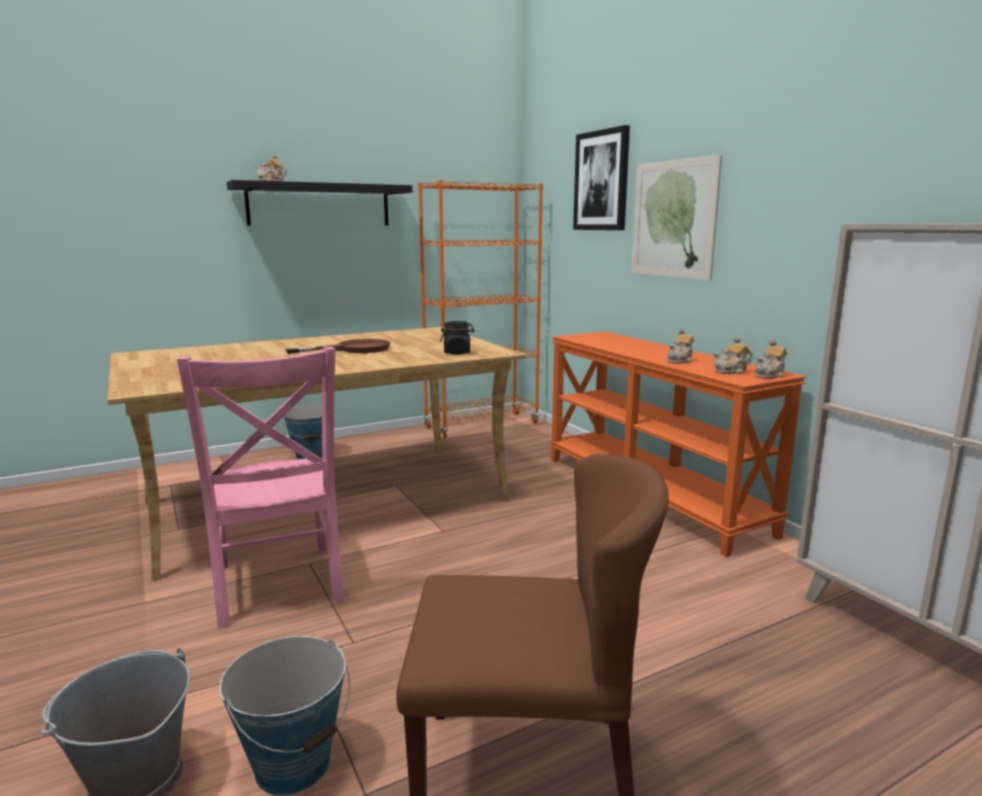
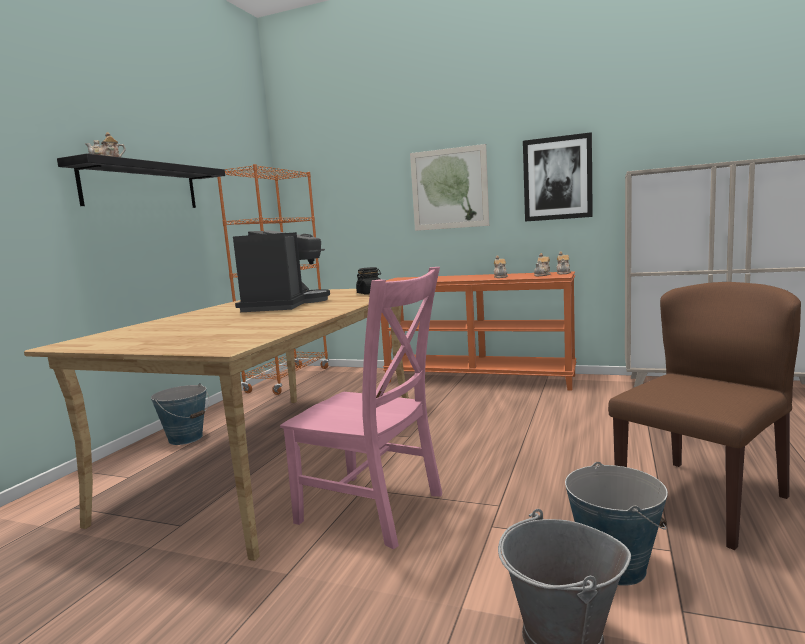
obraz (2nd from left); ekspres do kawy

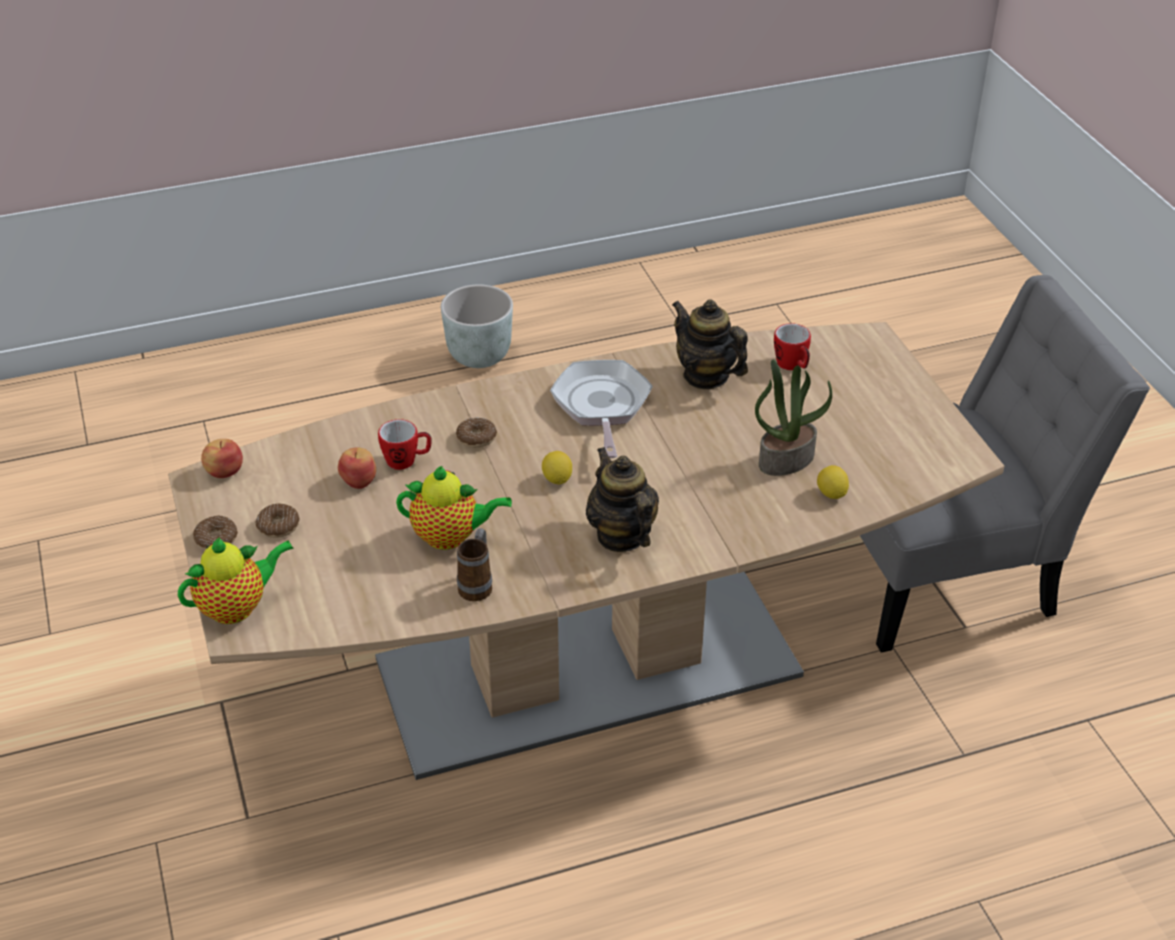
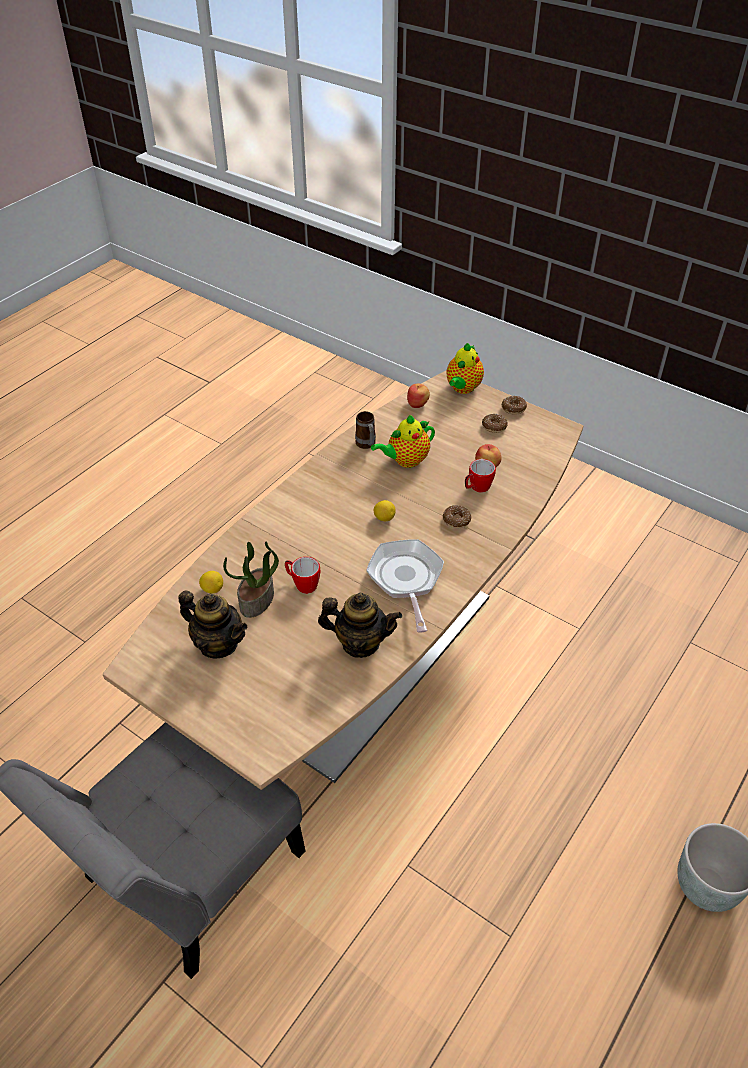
jabłko (1st from left); imbryk (1st from left); kubek (1st from left); patelnia

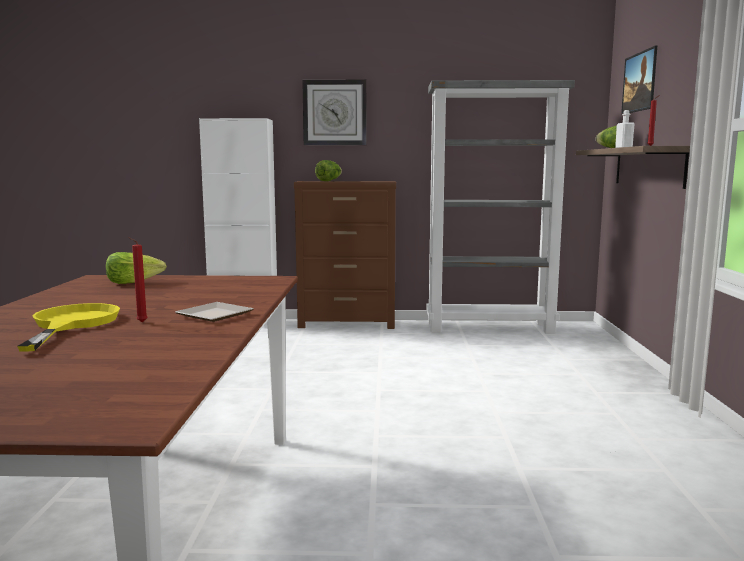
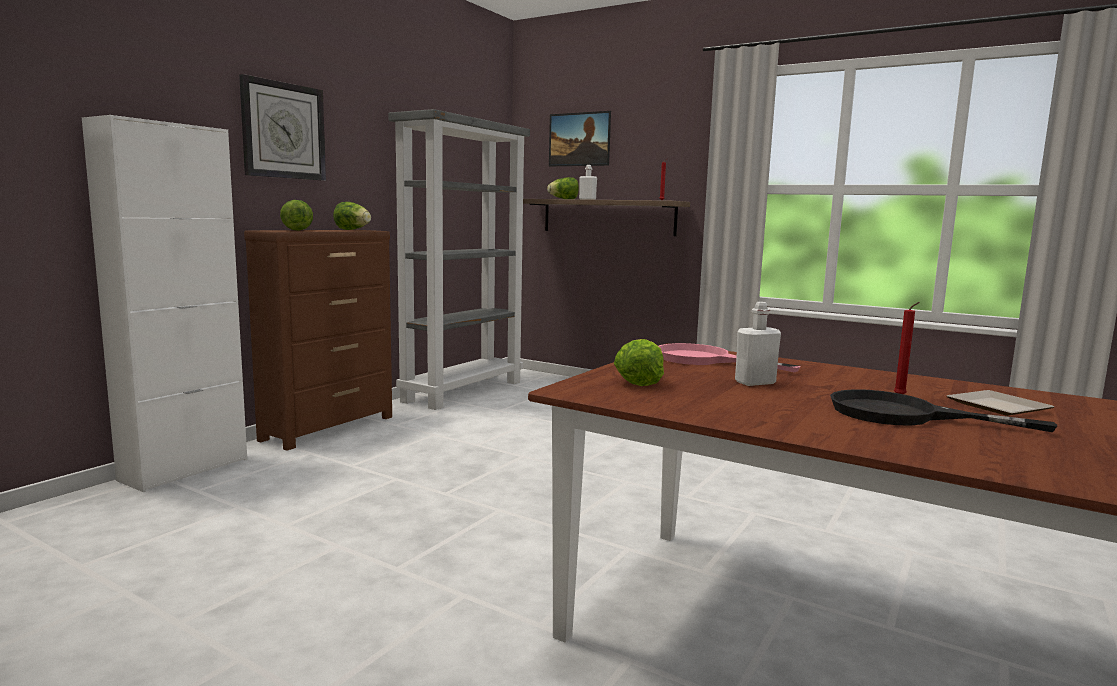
sałata (2nd from left); patelnia/różowy; butelka/biały (2nd from left); talerz; patelnia/czarny

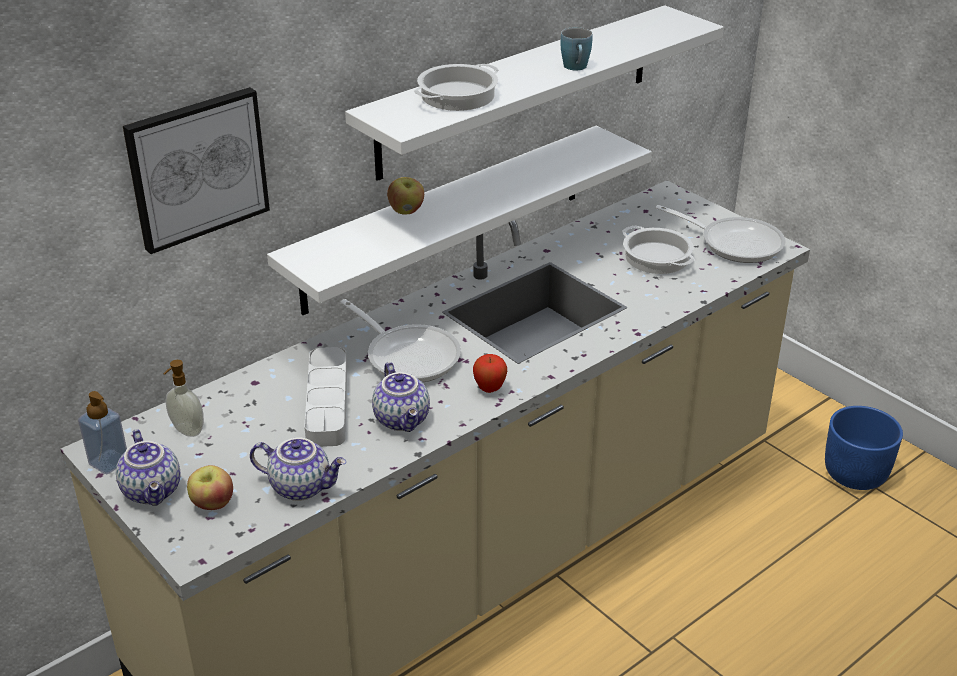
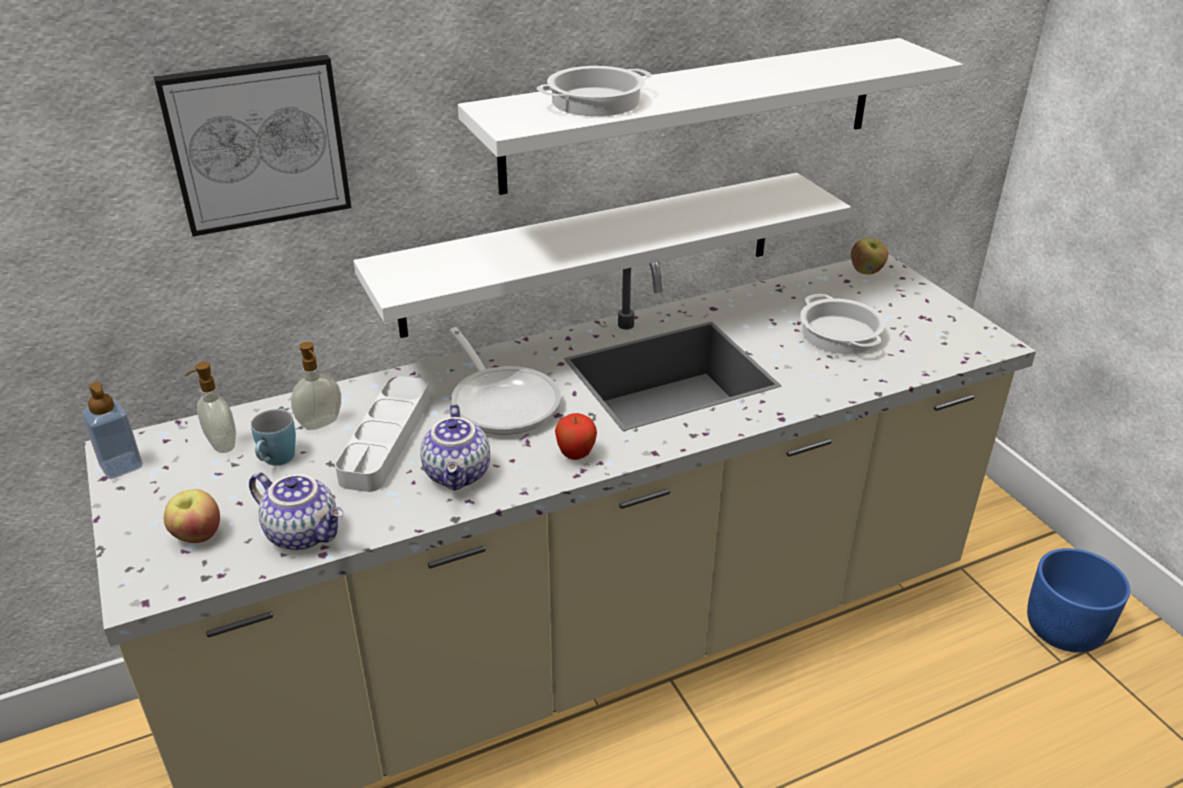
imbryk (1st from left in the first image); patelnia (2nd from left in the first image); dozownik mydła (3rd from left); jabłko (3rd from left); kubek/niebieski

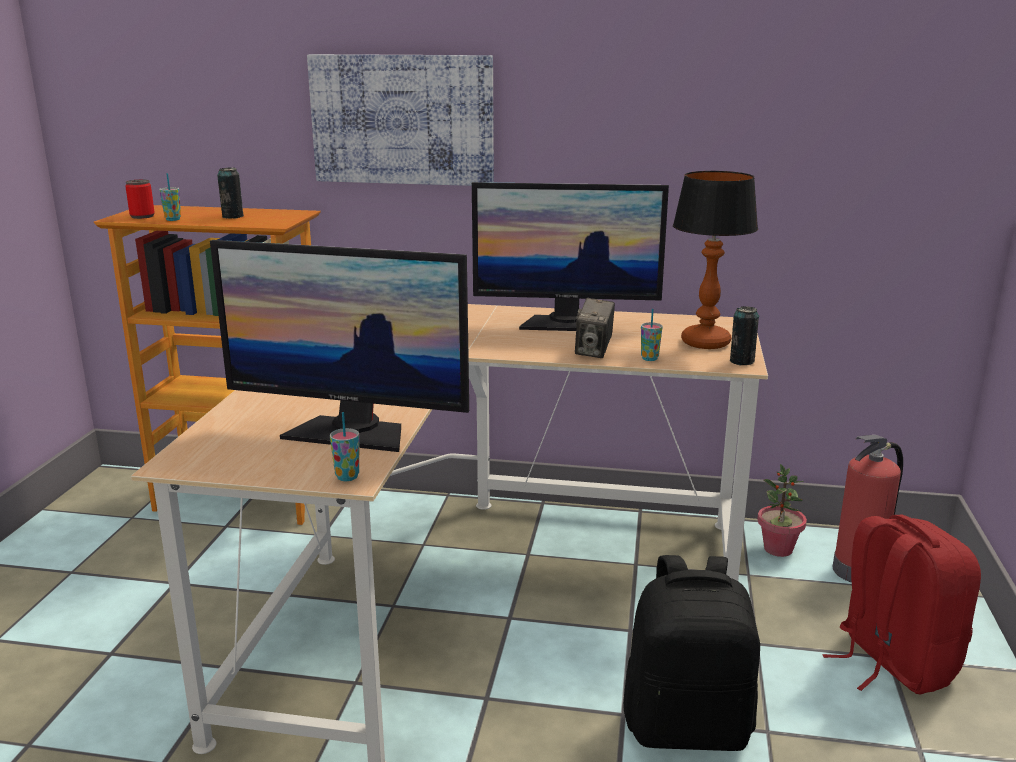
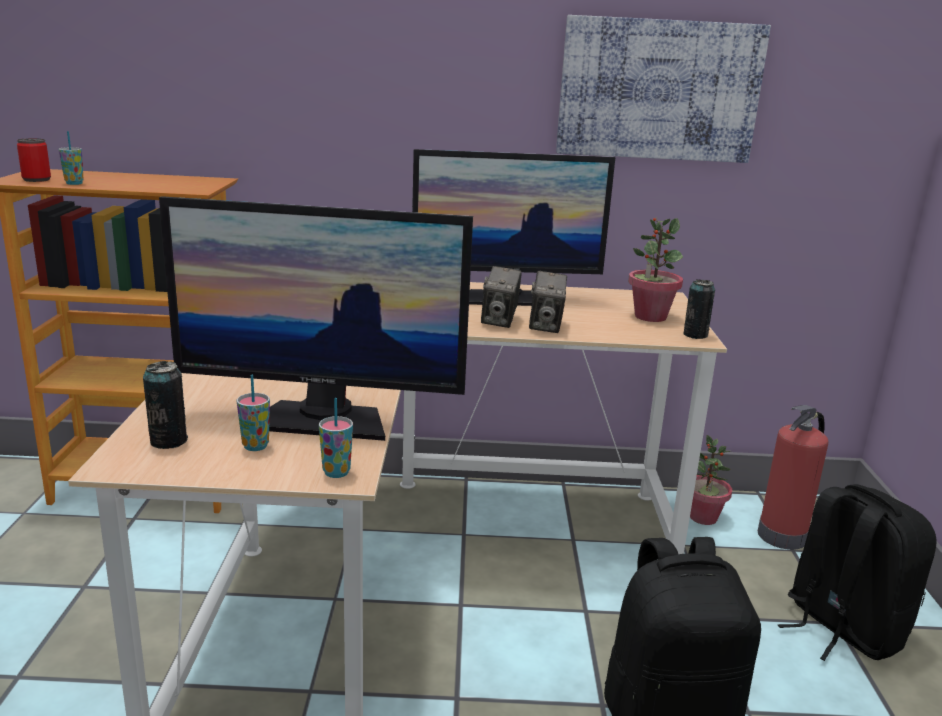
aparat fotograficzny (1st from left); puszka (2nd from left); obraz; filiżanka (2nd from left); roślina doniczkowa (1st from left); plecak/czarny (2nd from left)

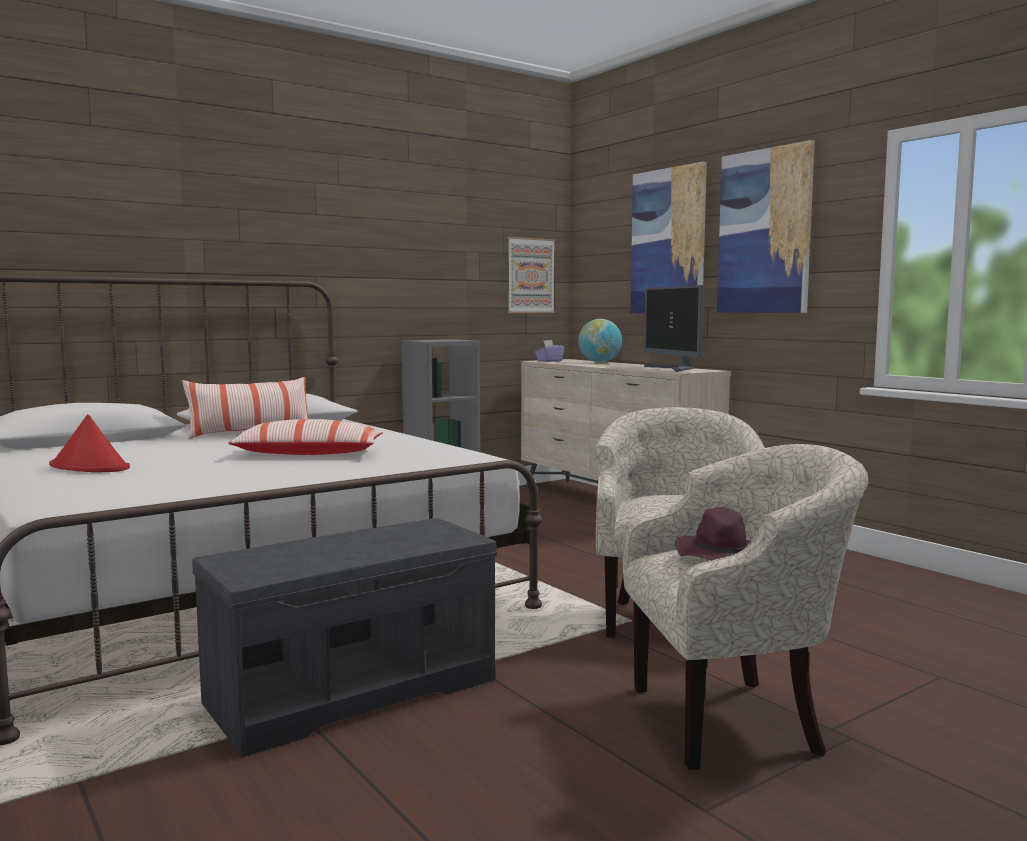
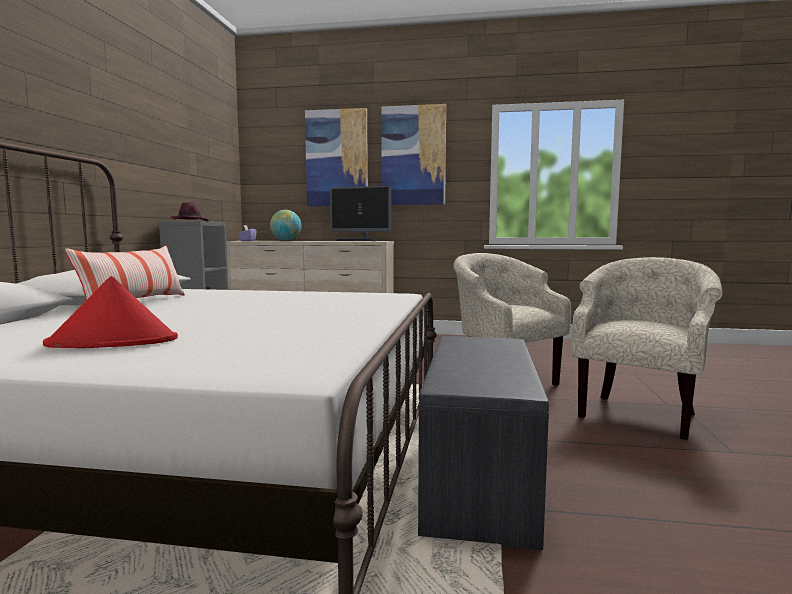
poduszka (2nd from left in the first image); obraz (1st from left in the first image); kapelusz/fioletowy

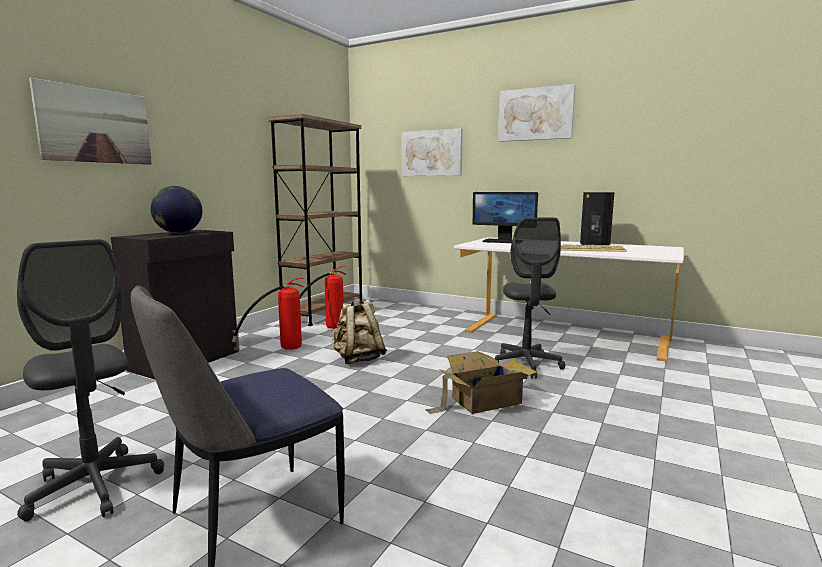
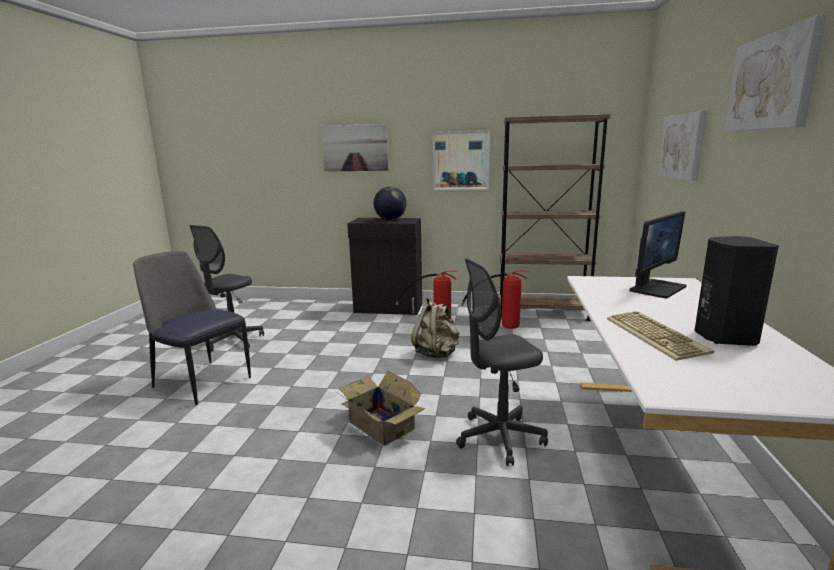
obraz (2nd from left); monitor

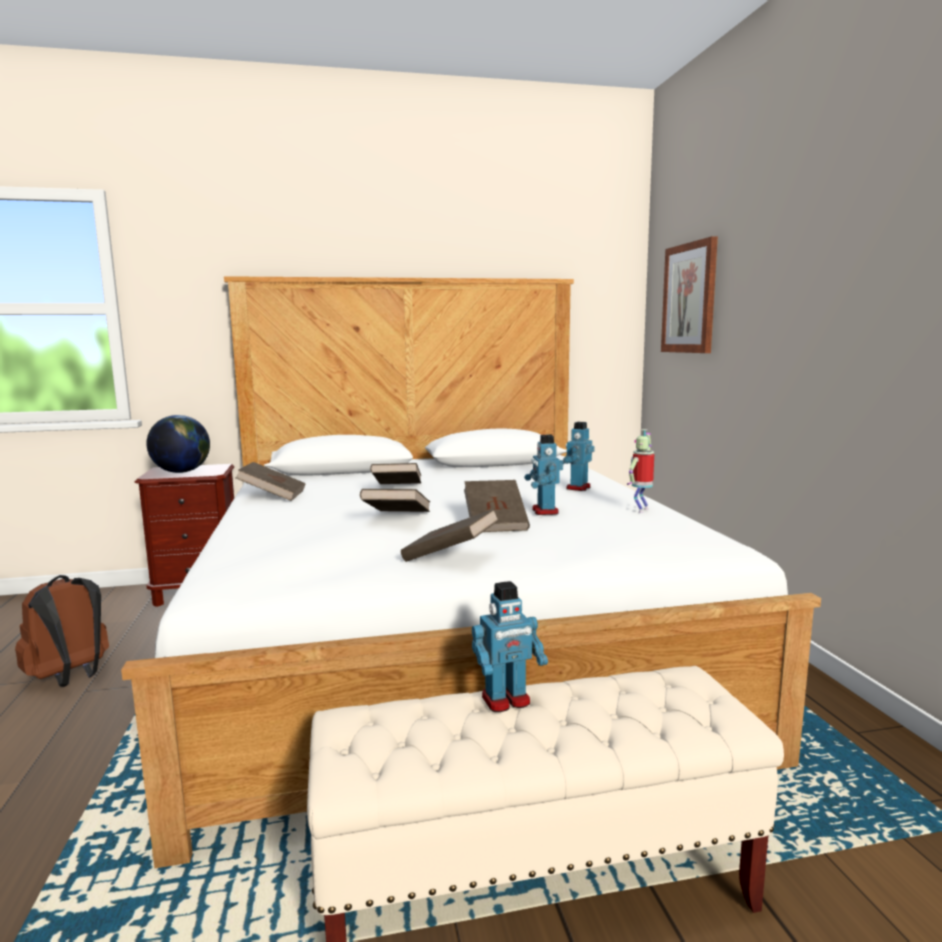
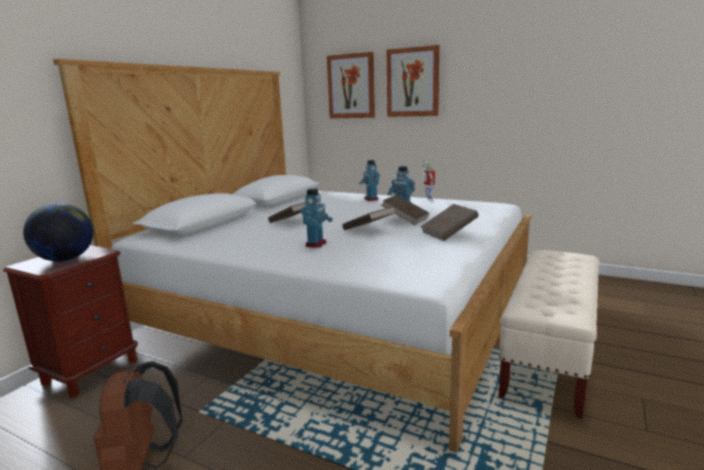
książka/brązowy (1st from left in the first image); obraz (2nd from left); robot zabawkowy (1st from left)

